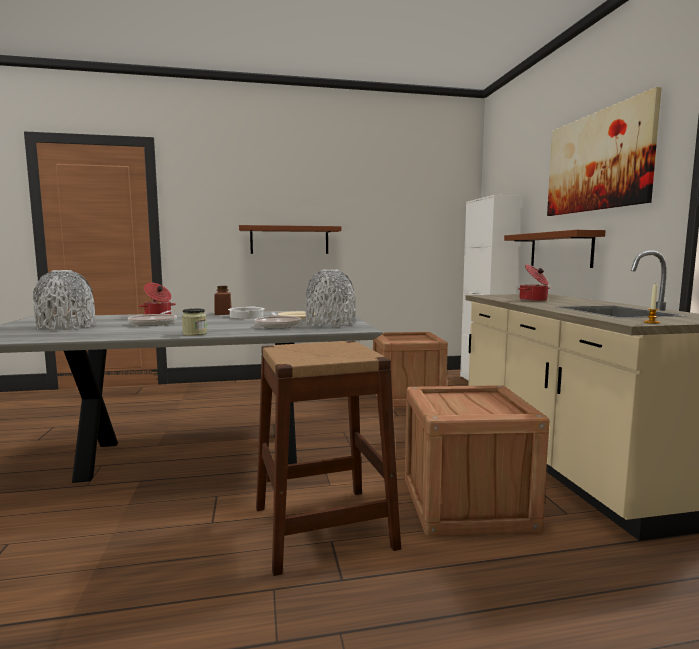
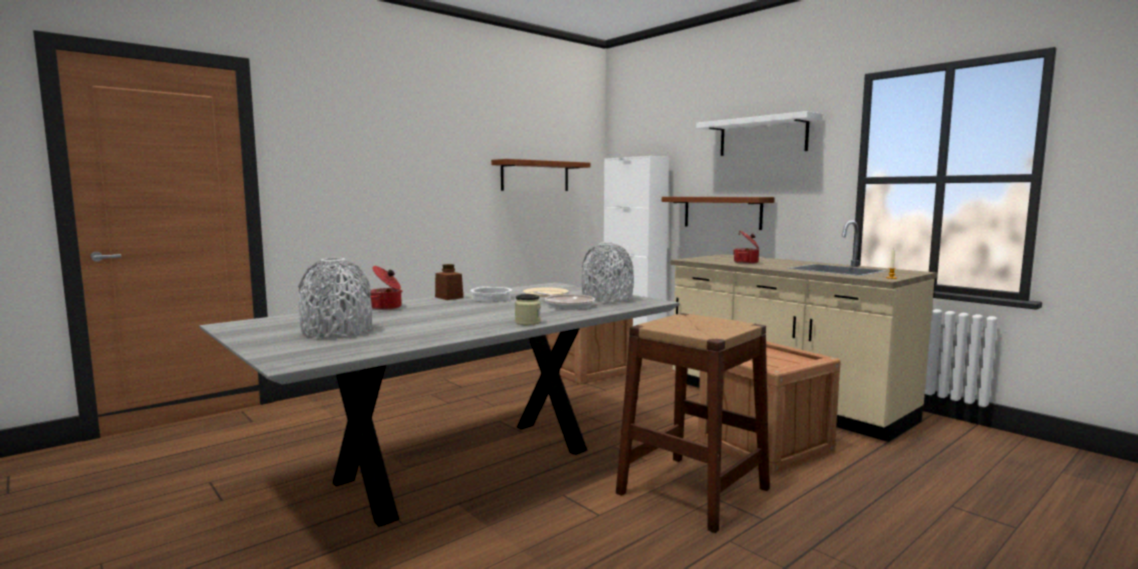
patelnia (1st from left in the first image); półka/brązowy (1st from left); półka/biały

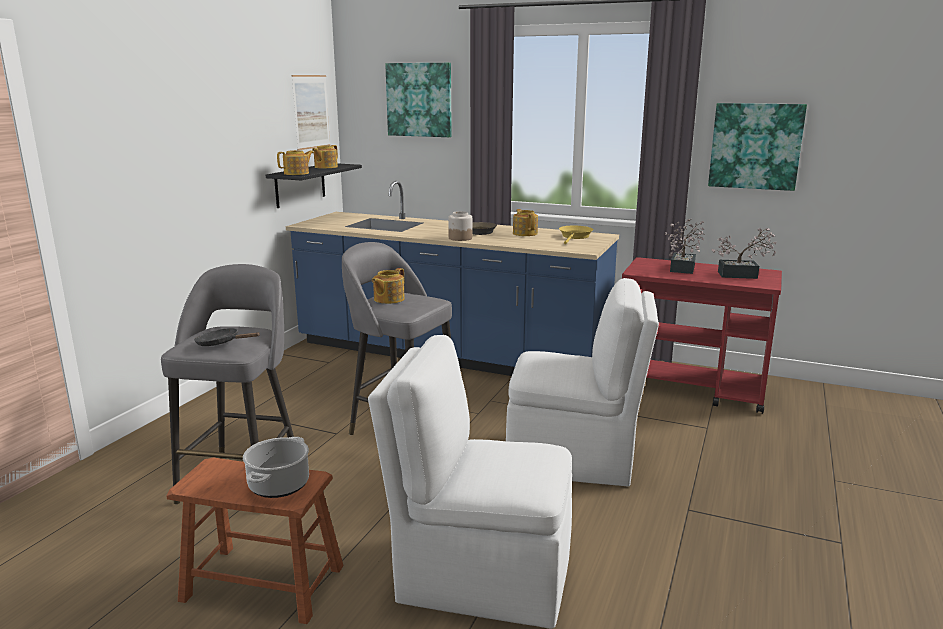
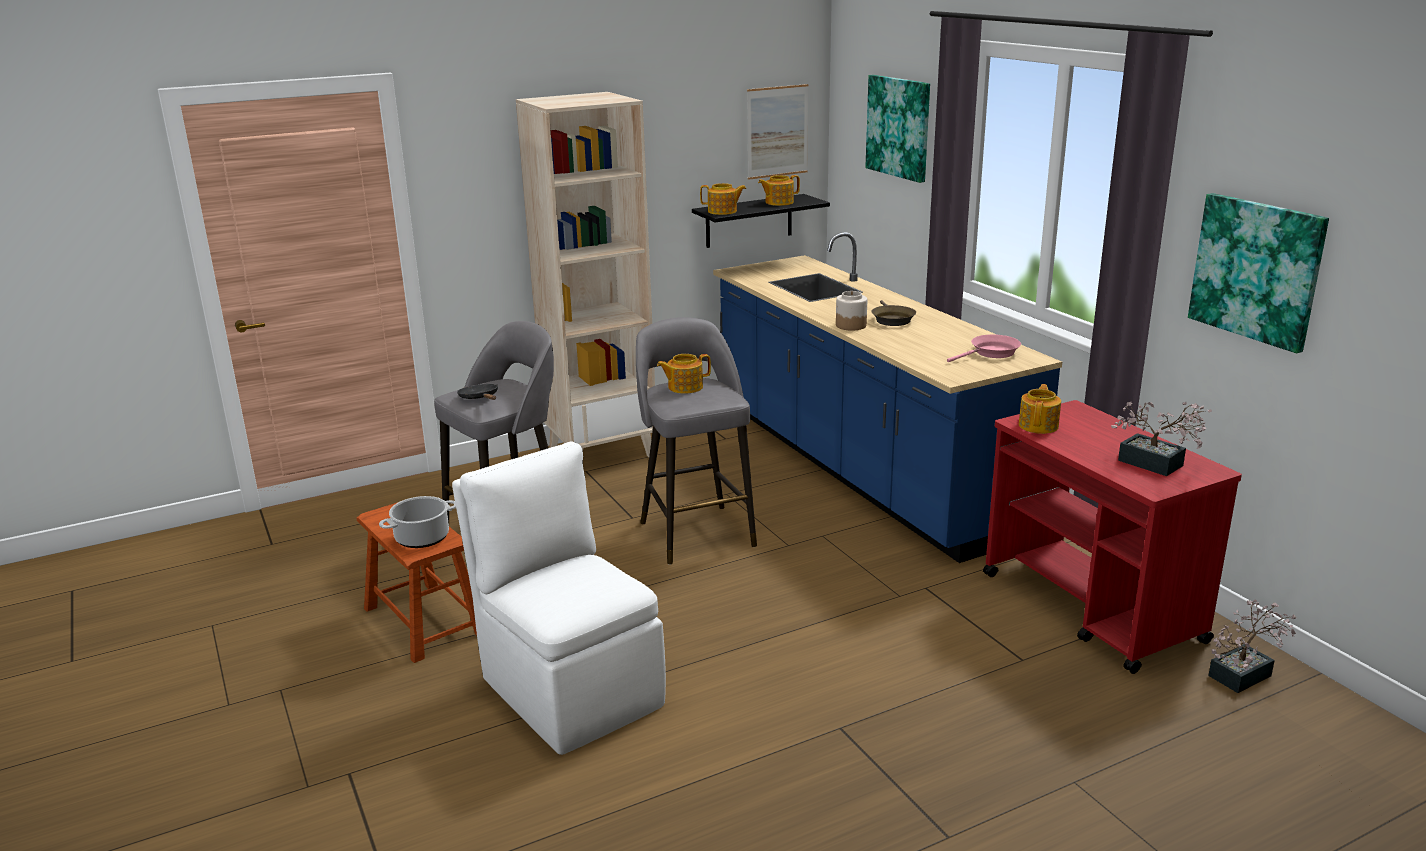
krzesło/biały (2nd from left in the first image); regał/beżowy; imbryk (4th from left); roślina doniczkowa (2nd from left); patelnia/różowy

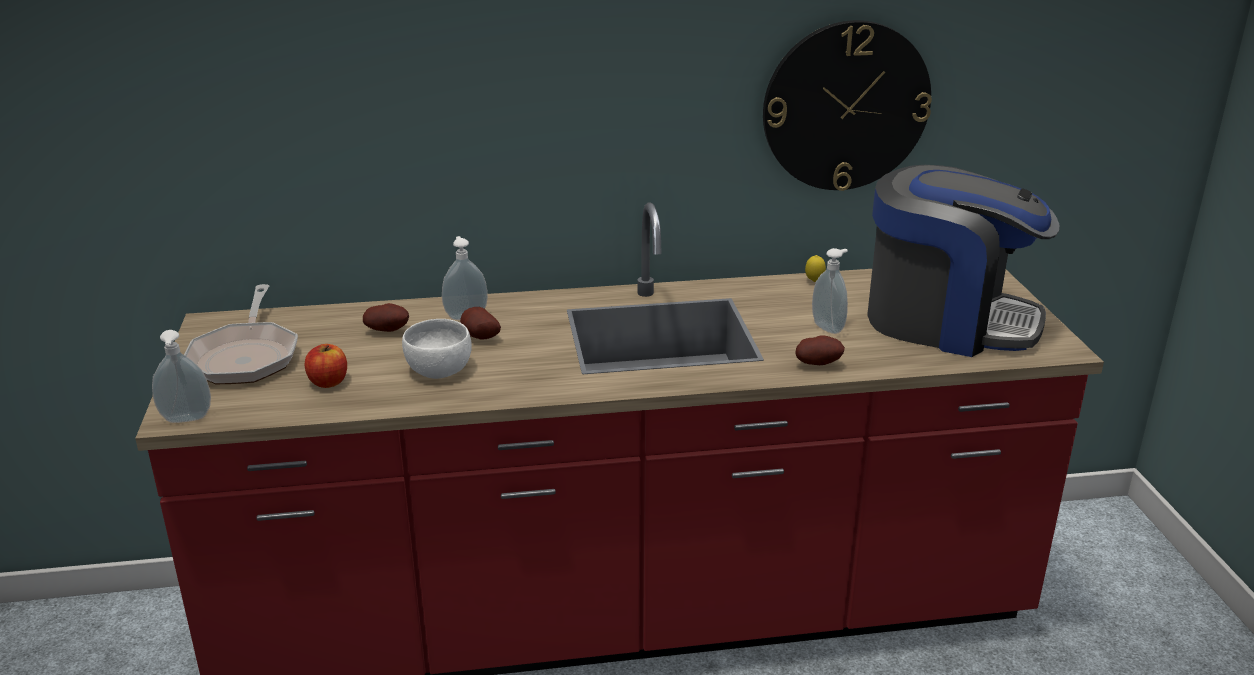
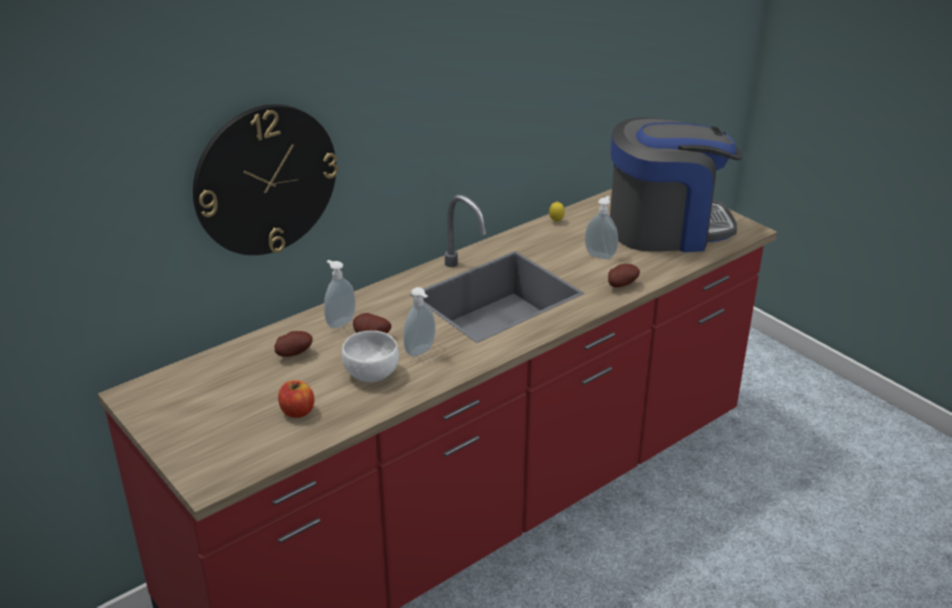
patelnia; dozownik mydła (2nd from left); zegar ścienny

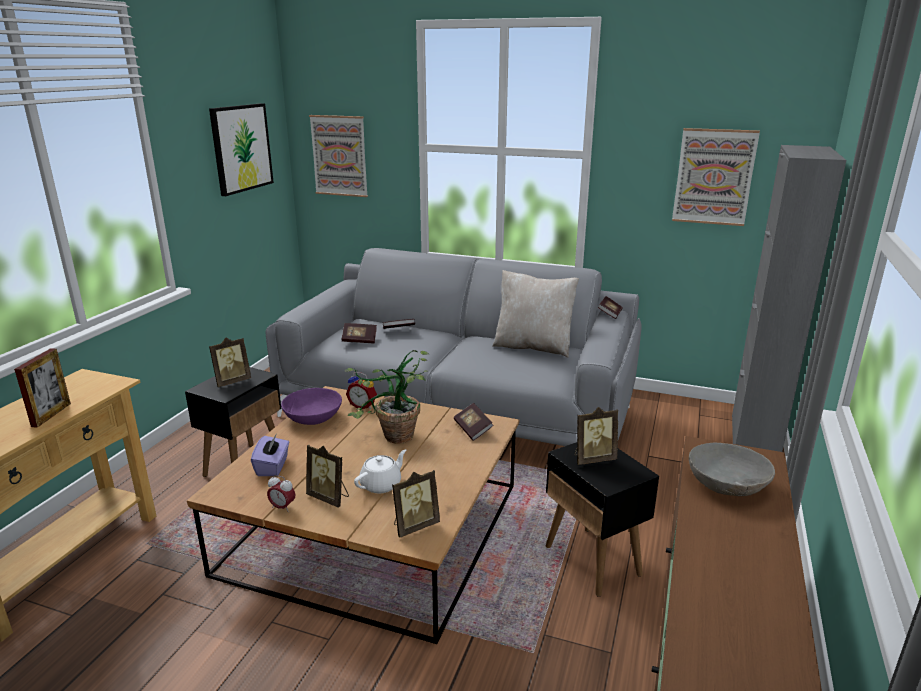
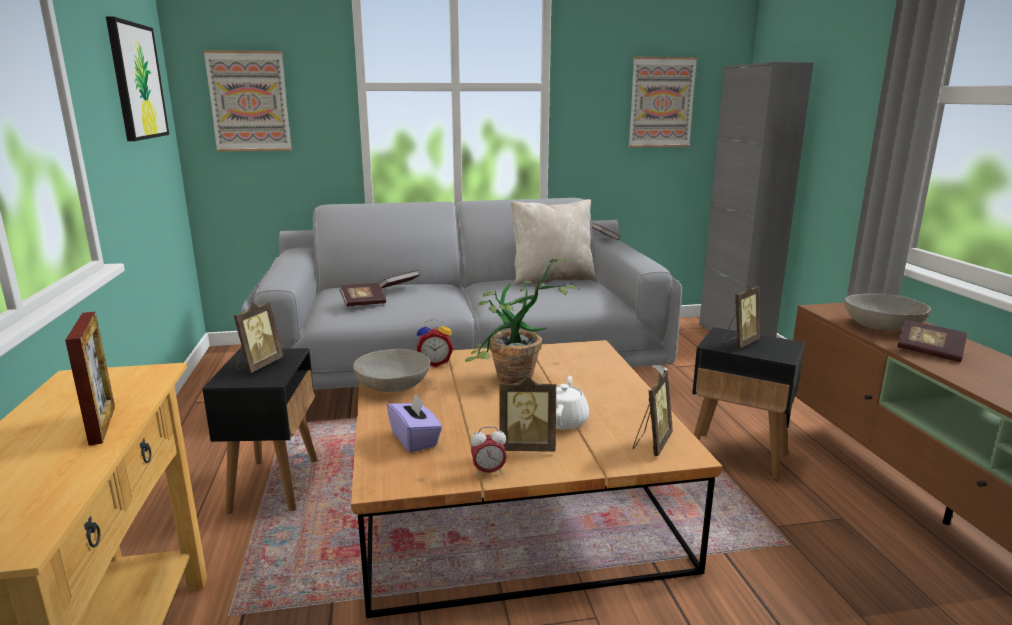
książka (4th from left); miska/szary (1st from left)

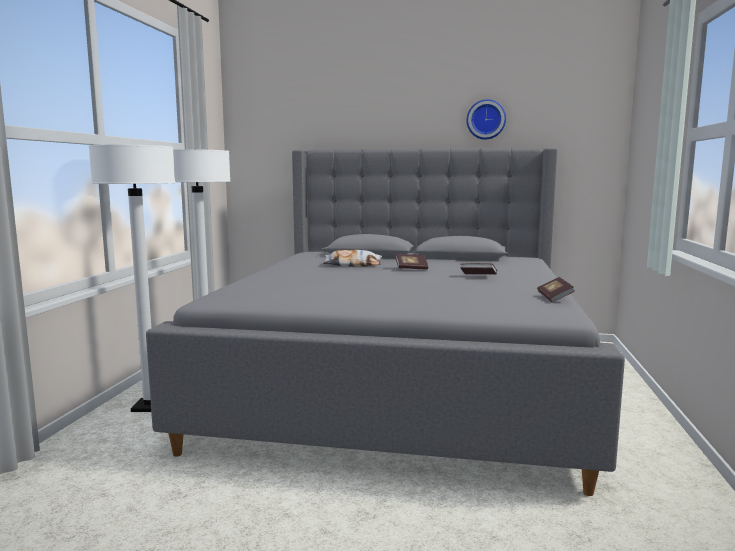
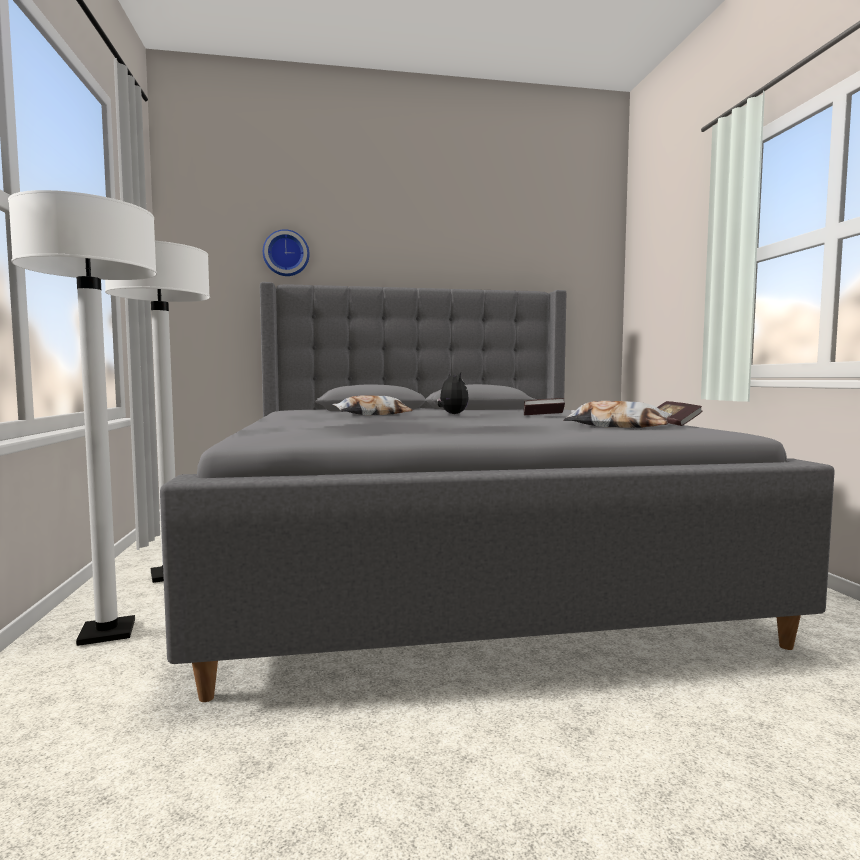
poduszka (2nd from left); zegar ścienny; pluszak

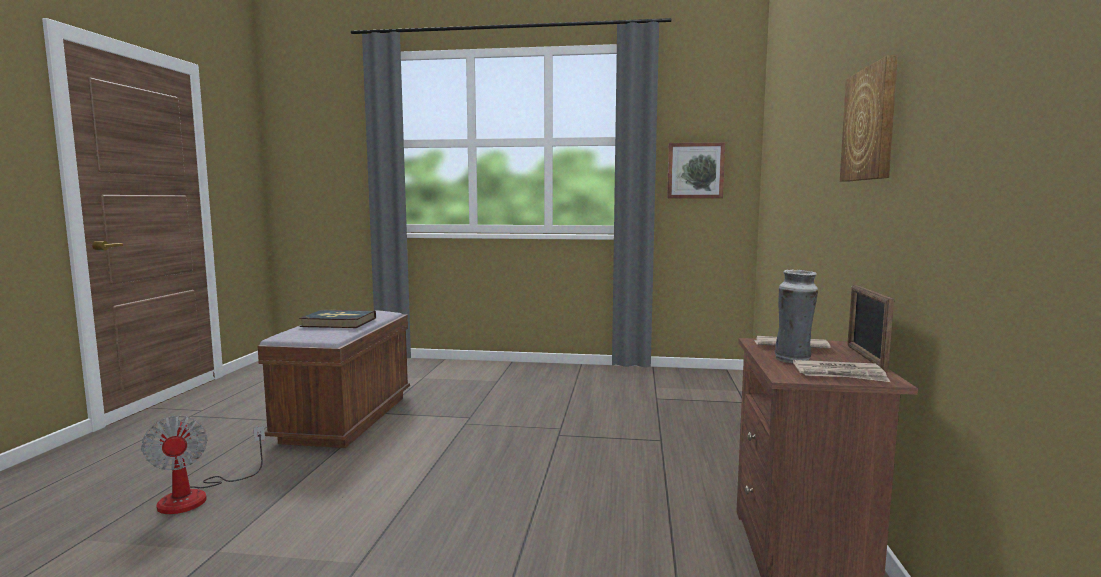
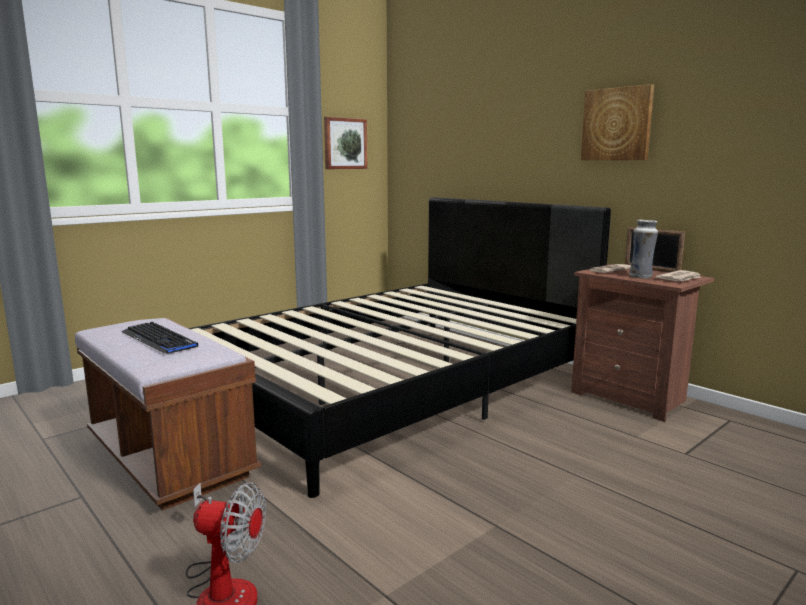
łóżko/czarny; klawiatura

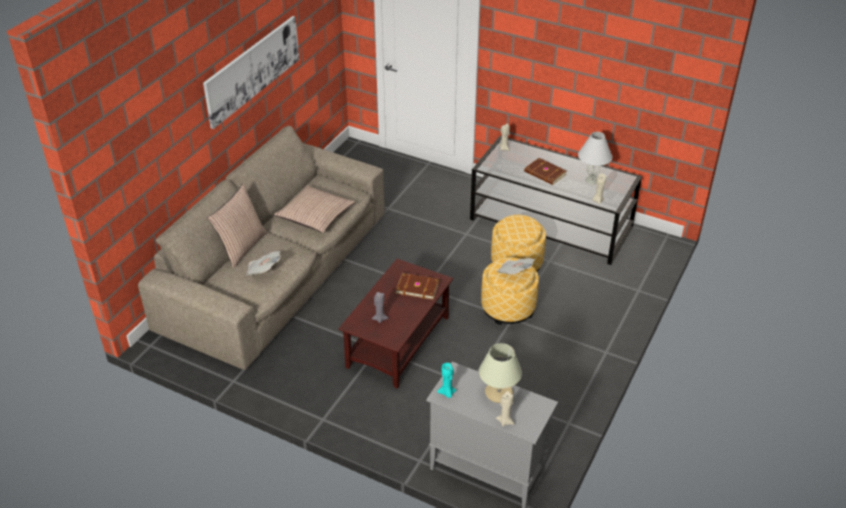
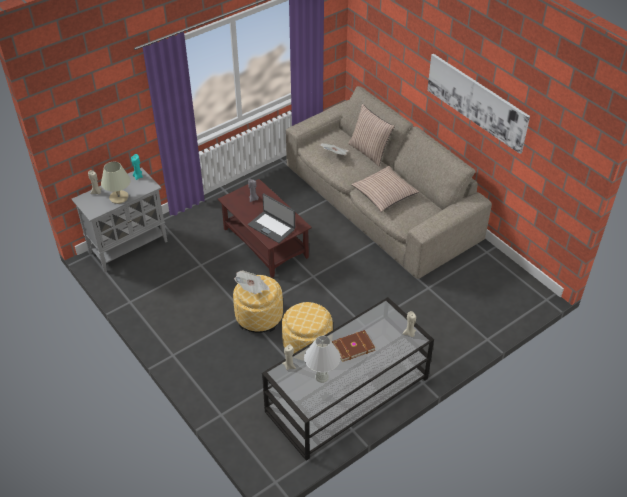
laptop

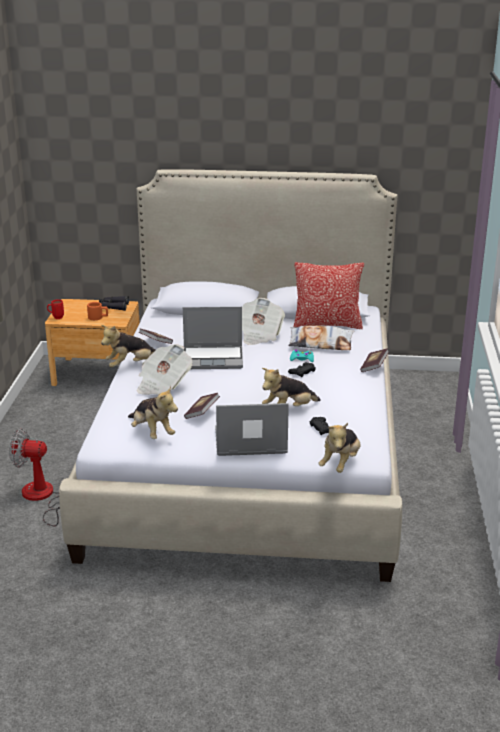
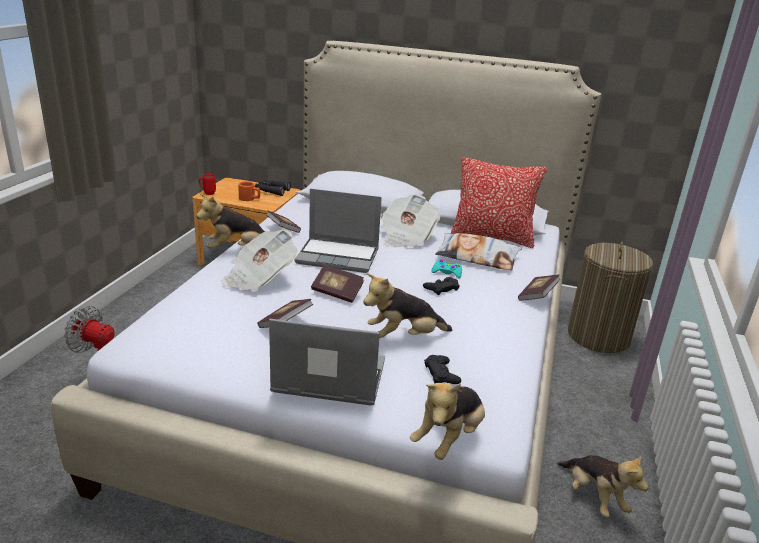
książka (3rd from left); kosz na pranie; pluszak (4th from left)

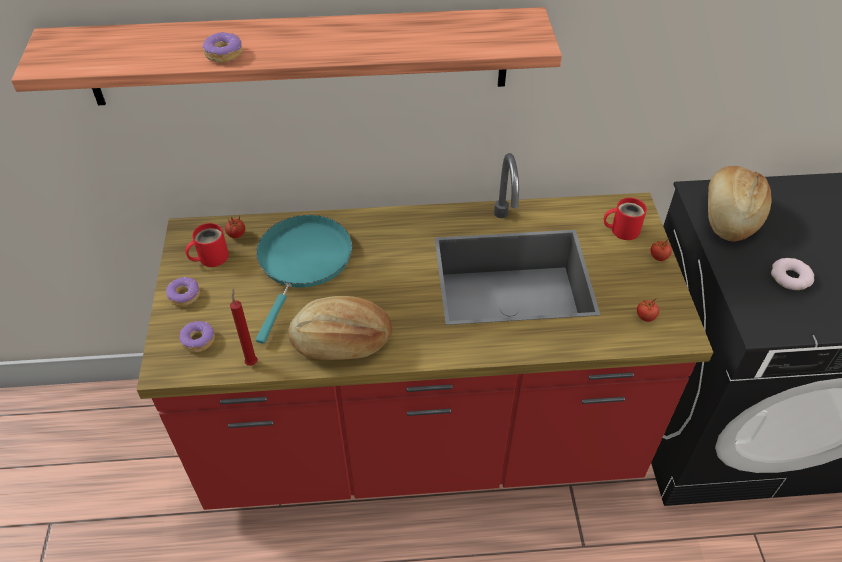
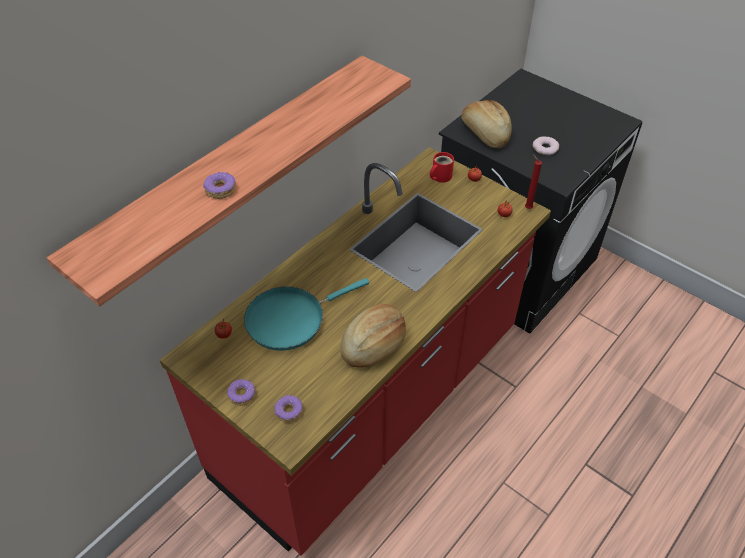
kubek/czerwony (1st from left in the first image); świeca/czerwony; patelnia/turkusowy

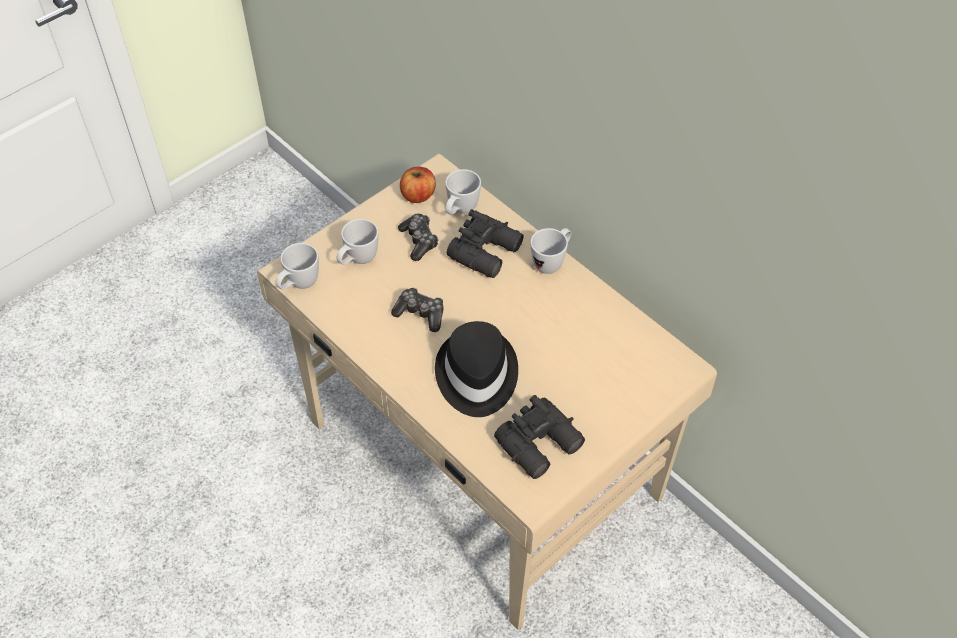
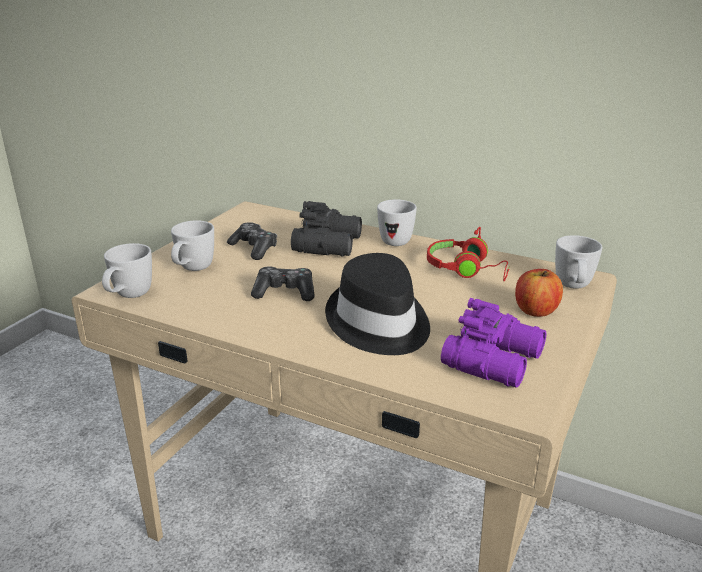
słuchawki/czerwony; jabłko; kubek/biały (4th from left); lornetka/fioletowy

